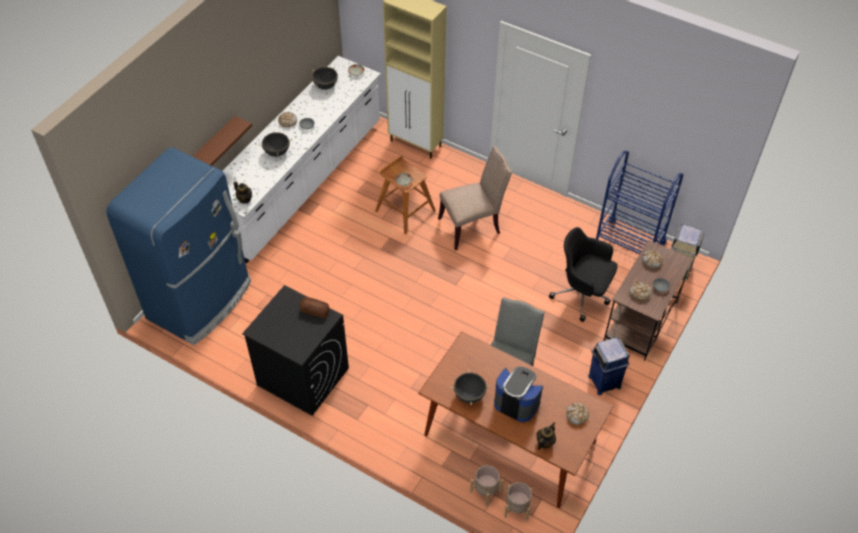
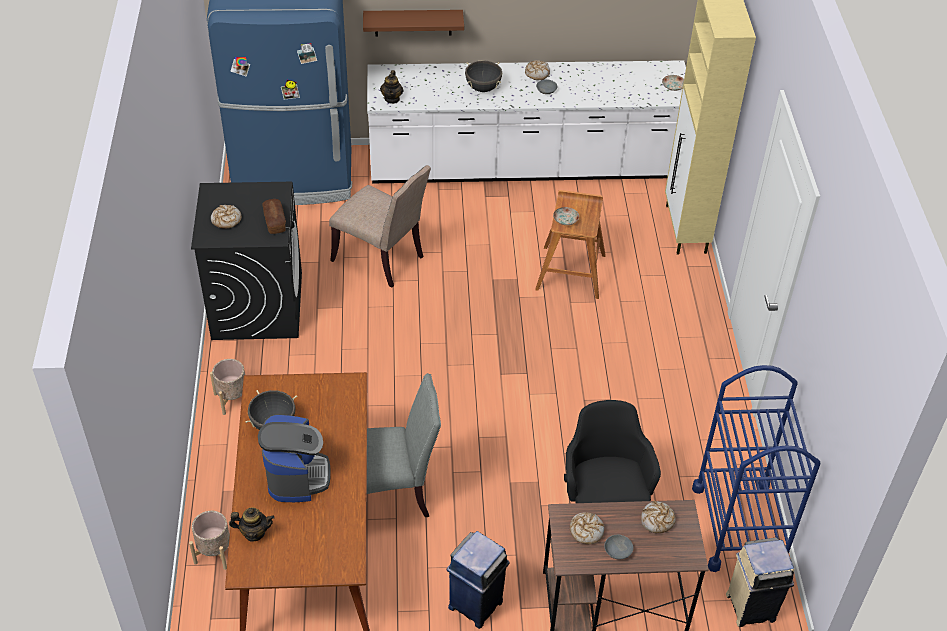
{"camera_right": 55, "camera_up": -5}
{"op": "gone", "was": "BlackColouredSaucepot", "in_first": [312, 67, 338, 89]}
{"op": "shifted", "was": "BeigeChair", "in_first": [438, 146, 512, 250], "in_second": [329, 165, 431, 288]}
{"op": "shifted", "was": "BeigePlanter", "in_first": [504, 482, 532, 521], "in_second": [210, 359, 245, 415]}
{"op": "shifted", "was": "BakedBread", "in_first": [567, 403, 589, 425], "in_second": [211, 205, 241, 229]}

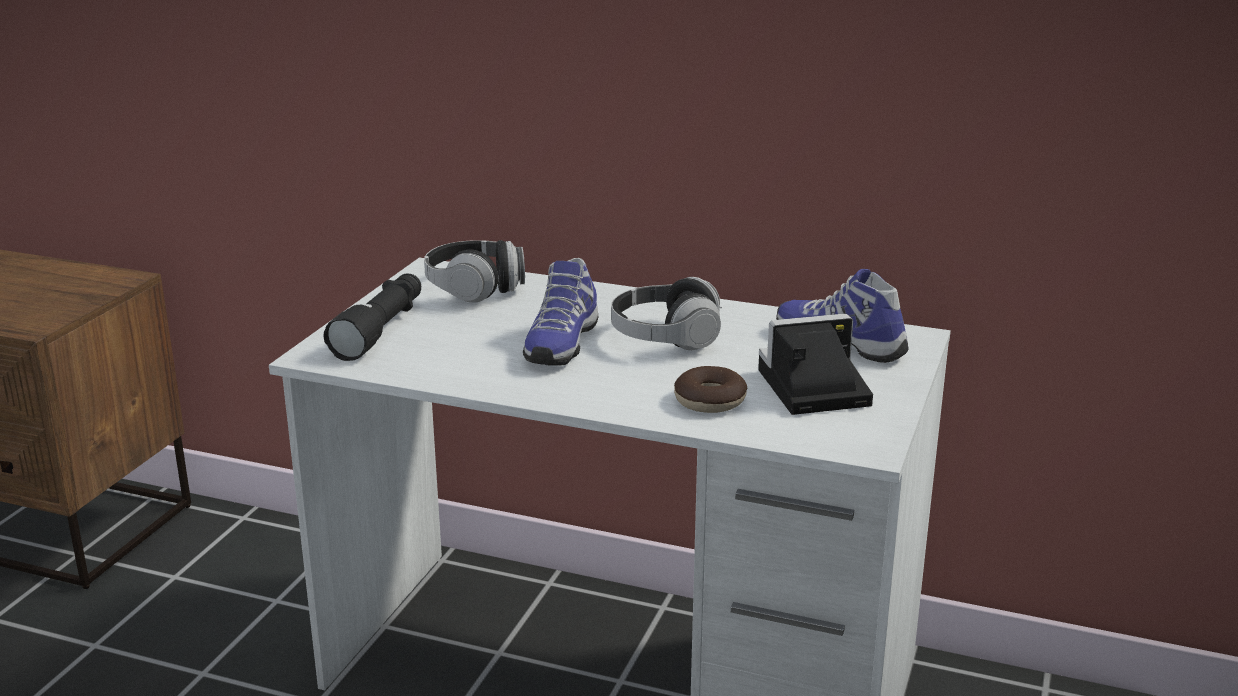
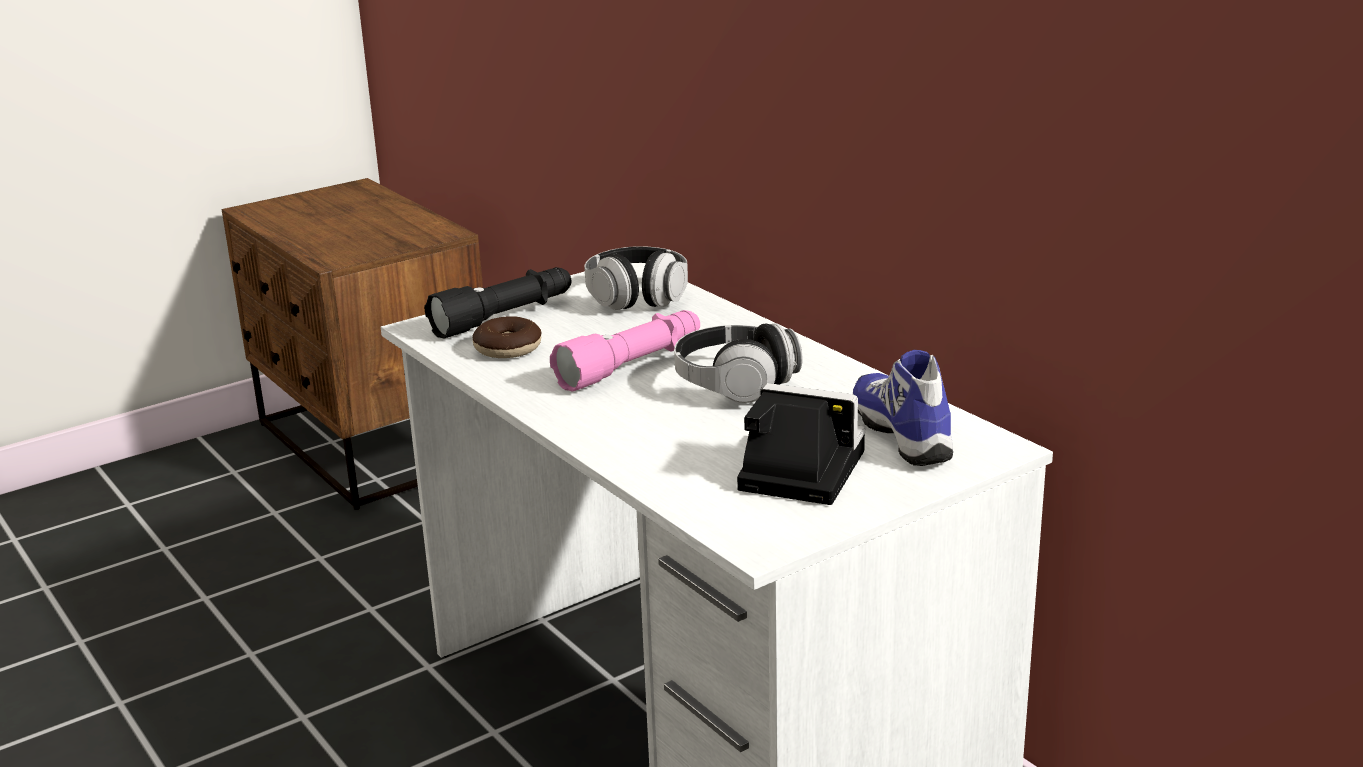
{"camera_right": 35, "camera_up": 0}
{"op": "swapped", "was": "LowShoe", "now": "PinkColouredTorch", "in_first": [523, 258, 598, 366], "in_second": [550, 310, 700, 391]}
{"op": "shifted", "was": "Doughnut", "in_first": [674, 366, 748, 413], "in_second": [472, 316, 541, 358]}

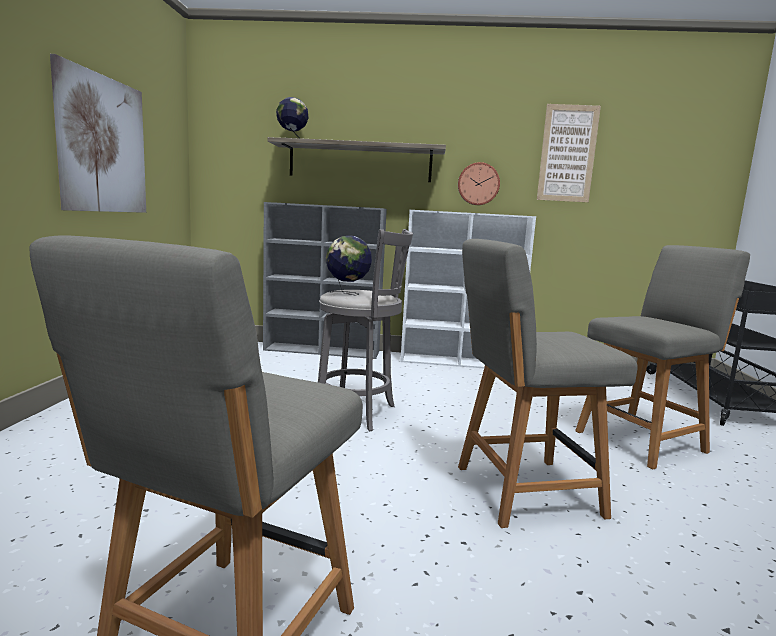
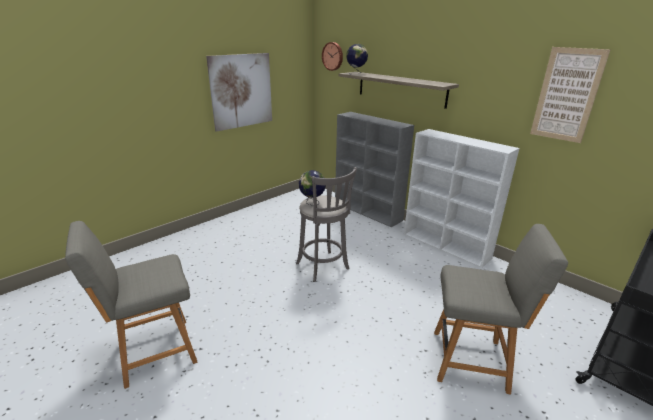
{"camera_right": 40, "camera_up": 15}
{"op": "shifted", "was": "ClockOnTheWall", "in_first": [458, 162, 500, 205], "in_second": [322, 42, 343, 71]}
{"op": "gone", "was": "GrayChair", "in_first": [458, 239, 638, 528]}

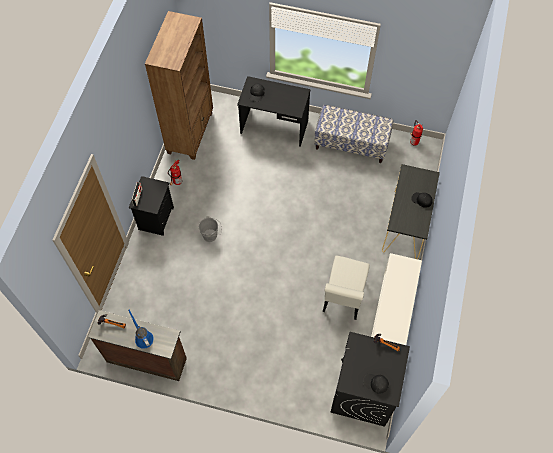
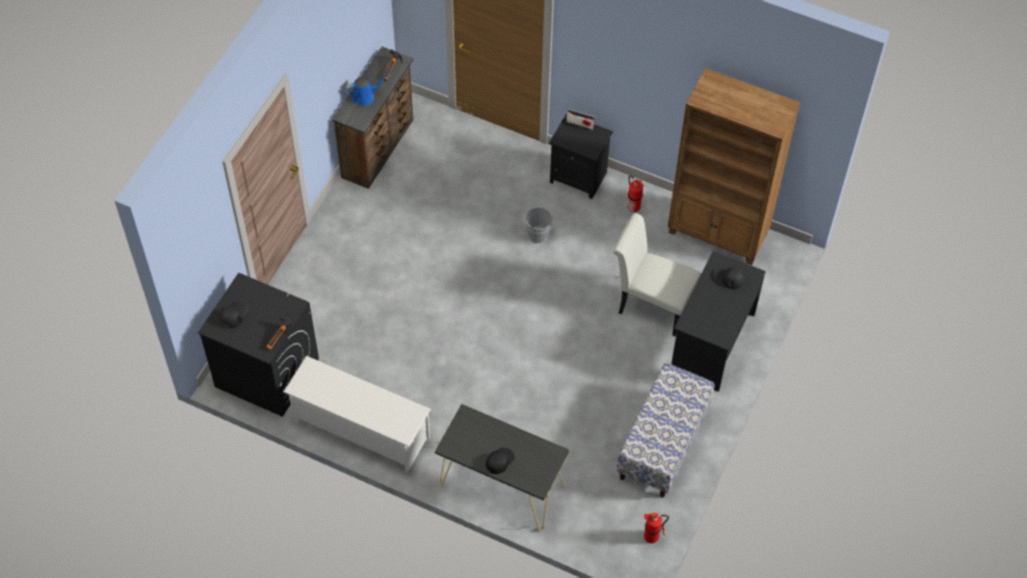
{"camera_right": 100, "camera_up": -5}
{"op": "shifted", "was": "WhiteChair", "in_first": [322, 256, 370, 320], "in_second": [613, 213, 701, 336]}

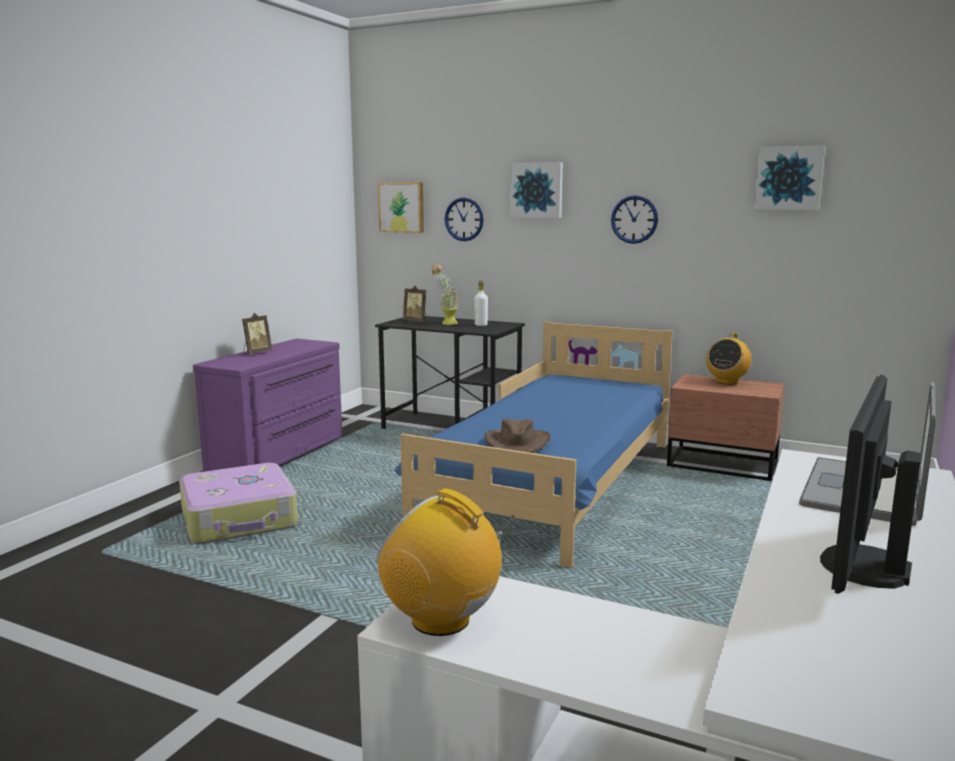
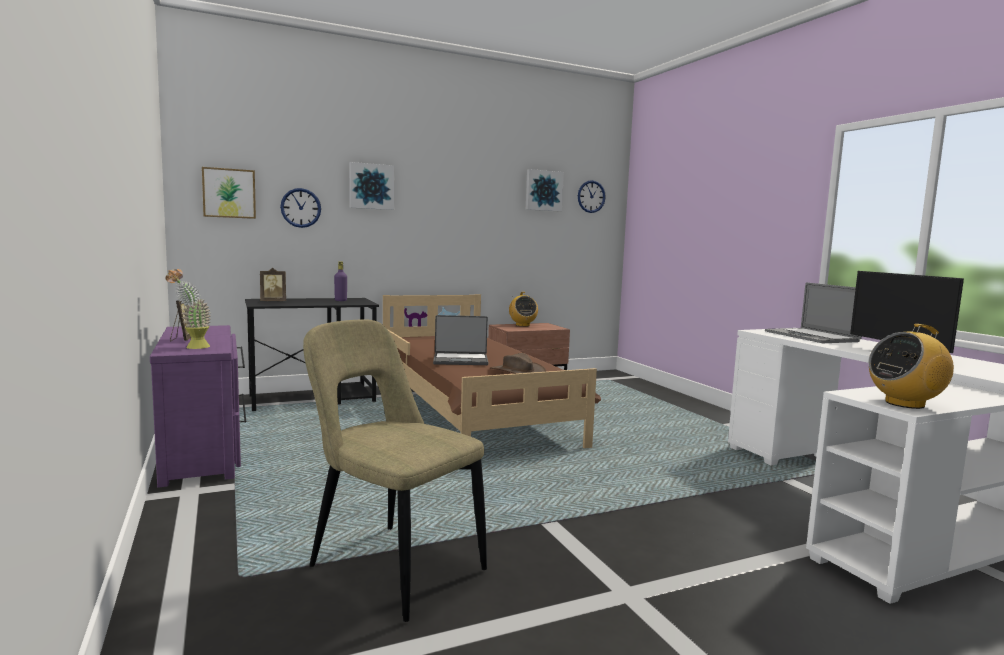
{"camera_right": -50, "camera_up": -5}
{"op": "gone", "was": "Suitcase", "in_first": [179, 463, 298, 544]}
{"op": "repainted", "was": "BlueBed", "now": "BrownColouredBed", "in_first": [394, 322, 673, 568], "in_second": [383, 294, 601, 449]}
{"op": "shifted", "was": "PlantInAPot", "in_first": [431, 265, 459, 325], "in_second": [166, 269, 210, 349]}
{"op": "repainted", "was": "WhiteBeverageBottle", "now": "PurplishBeverageBottle", "in_first": [474, 281, 488, 326], "in_second": [334, 261, 347, 301]}
{"op": "shifted", "was": "ClockOnTheWall", "in_first": [611, 195, 658, 244], "in_second": [578, 180, 606, 213]}
{"op": "new", "now": "BeigeChair", "in_second": [303, 319, 487, 622]}
{"op": "new", "now": "PortableComputer", "in_second": [433, 315, 488, 365]}

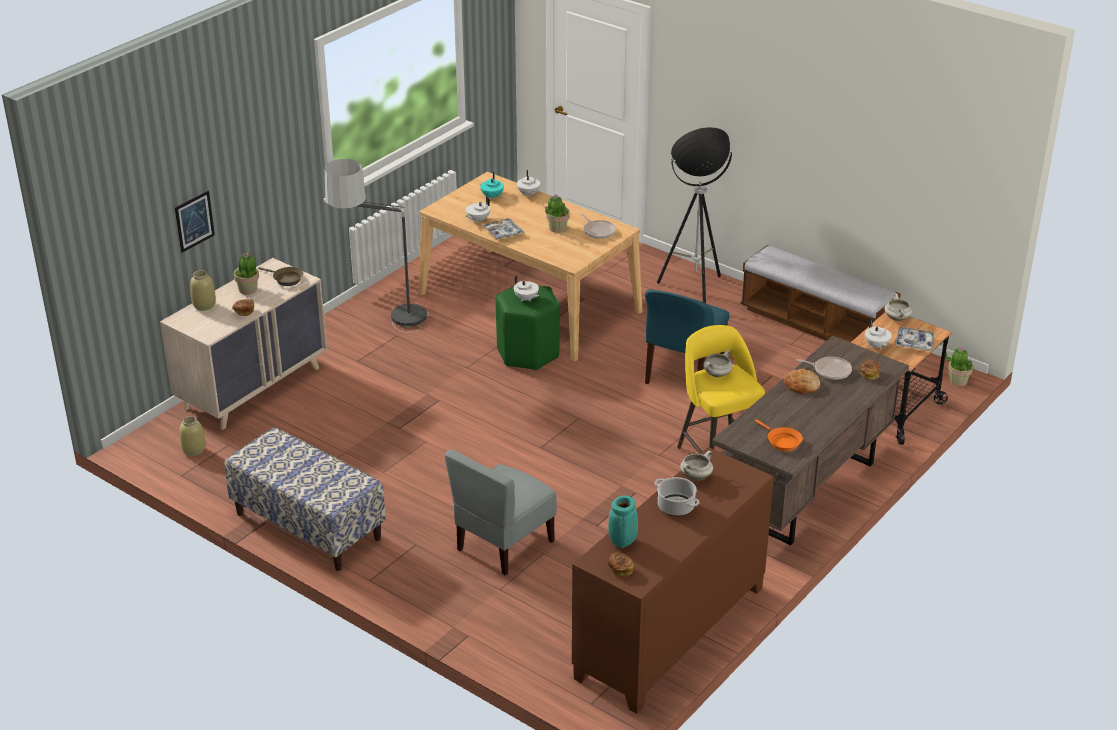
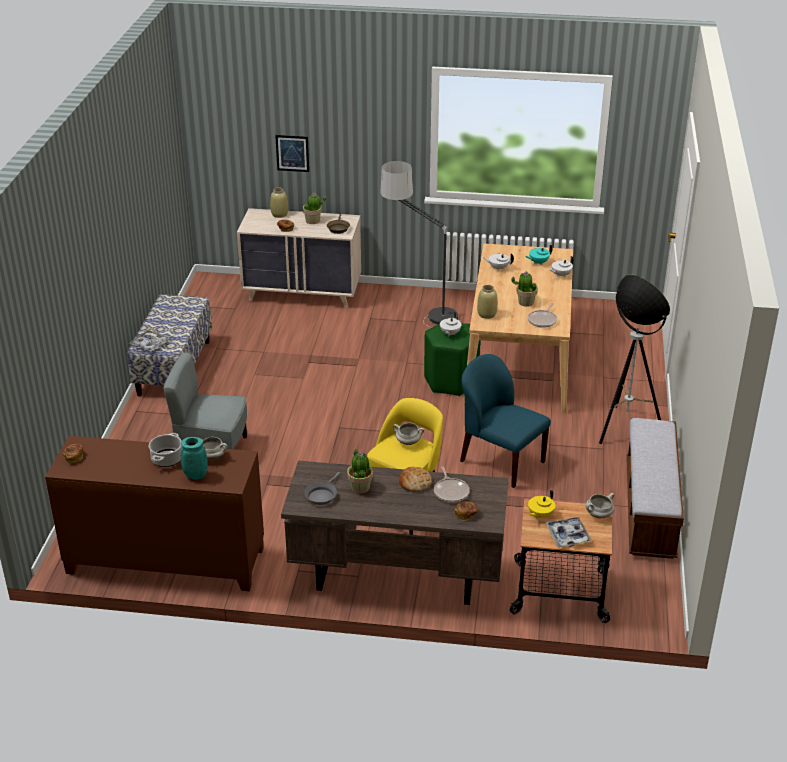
{"camera_right": 60, "camera_up": 0}
{"op": "shifted", "was": "BeigeDecorativeVase", "in_first": [179, 416, 205, 456], "in_second": [477, 285, 498, 319]}
{"op": "shifted", "was": "CarryingTray", "in_first": [482, 218, 525, 240], "in_second": [129, 330, 170, 352]}
{"op": "shifted", "was": "TurquoiseColouredDecorativeVase", "in_first": [608, 495, 638, 548], "in_second": [181, 437, 208, 480]}
{"op": "rotated", "was": "BlueChair", "in_first": [645, 290, 730, 384], "in_second": [460, 354, 551, 488], "clockwise": 45}
{"op": "repainted", "was": "OrangeySkillet", "now": "GraySkillet", "in_first": [755, 419, 803, 451], "in_second": [305, 472, 340, 505]}
{"op": "repainted", "was": "WhiteTeapot", "now": "YellowColouredTeapot", "in_first": [865, 319, 892, 350], "in_second": [528, 490, 555, 519]}
{"op": "shifted", "was": "PlantInAPot", "in_first": [945, 346, 974, 386], "in_second": [347, 449, 373, 494]}

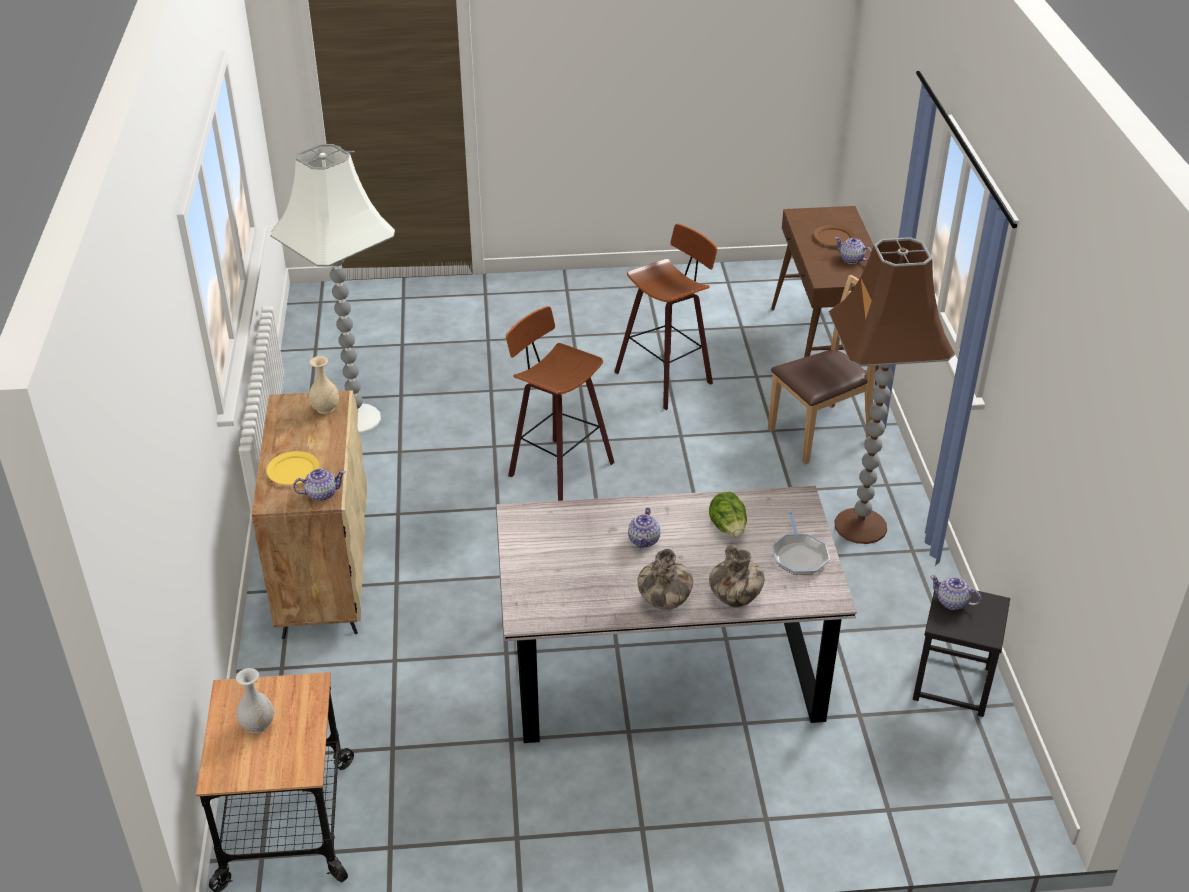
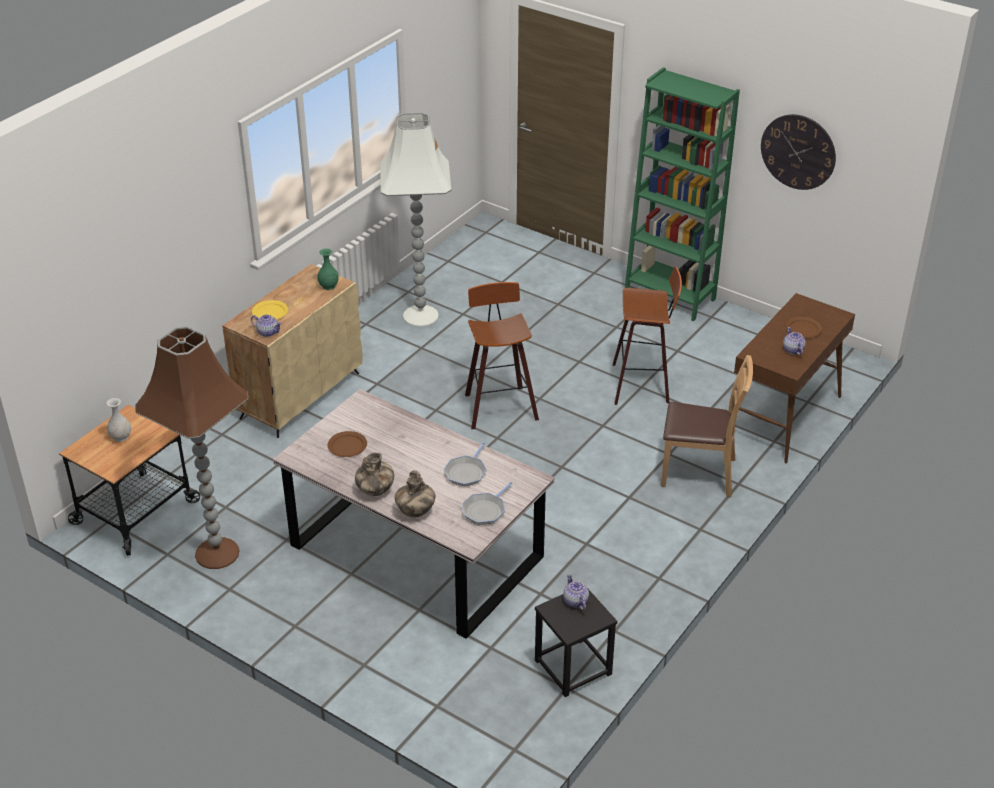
{"camera_right": 40, "camera_up": 0}
{"op": "repainted", "was": "BeigeDecorativeVase", "now": "GreenColouredDecorativeVase", "in_first": [309, 356, 339, 414], "in_second": [317, 248, 339, 290]}
{"op": "gone", "was": "Teapot", "in_first": [628, 507, 661, 549]}
{"op": "swapped", "was": "Lettuce", "now": "Skillet", "in_first": [709, 492, 747, 537], "in_second": [444, 442, 487, 486]}
{"op": "shifted", "was": "BrownColouredFloorLamp", "in_first": [829, 237, 955, 544], "in_second": [135, 326, 248, 569]}
{"op": "new", "now": "BrownColouredPlate", "in_second": [328, 431, 367, 457]}
{"op": "new", "now": "GreenColouredBookcase", "in_second": [625, 67, 740, 321]}
{"op": "new", "now": "ClockOnTheWall", "in_second": [761, 114, 836, 190]}

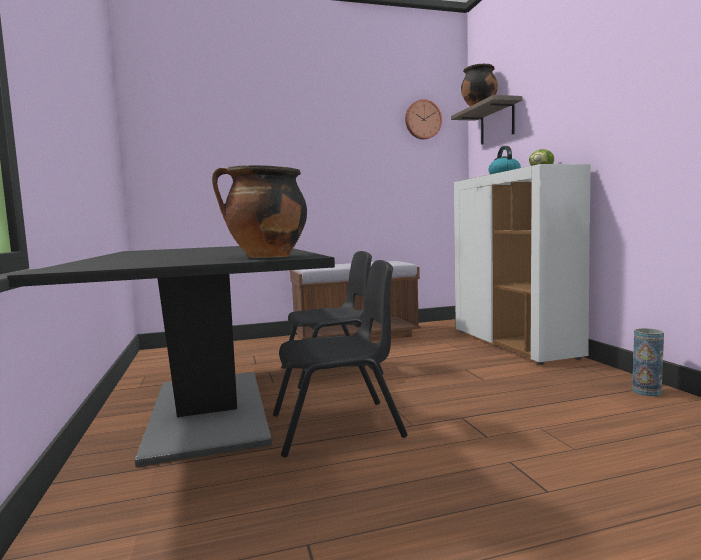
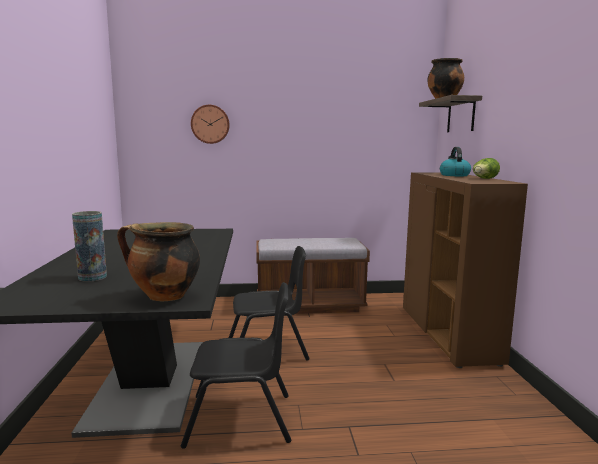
{"camera_right": 10, "camera_up": 5}
{"op": "shifted", "was": "ClockOnTheWall", "in_first": [405, 99, 442, 140], "in_second": [191, 105, 230, 144]}
{"op": "repainted", "was": "WhiteStorageCabinet", "now": "BrownColouredStorageCabinet", "in_first": [454, 164, 591, 365], "in_second": [403, 172, 528, 368]}
{"op": "shifted", "was": "DecorativeVase", "in_first": [632, 328, 664, 396], "in_second": [72, 211, 107, 282]}

